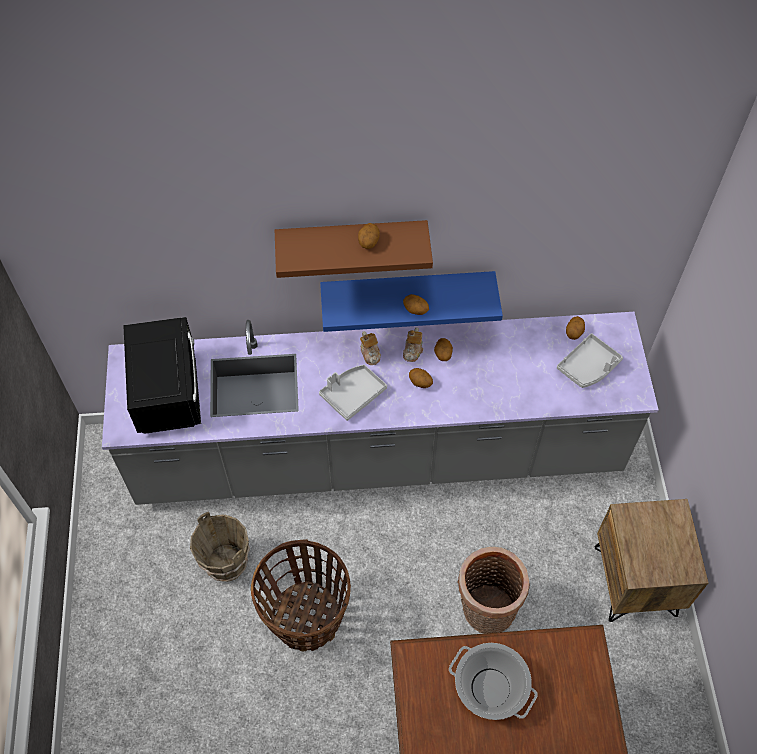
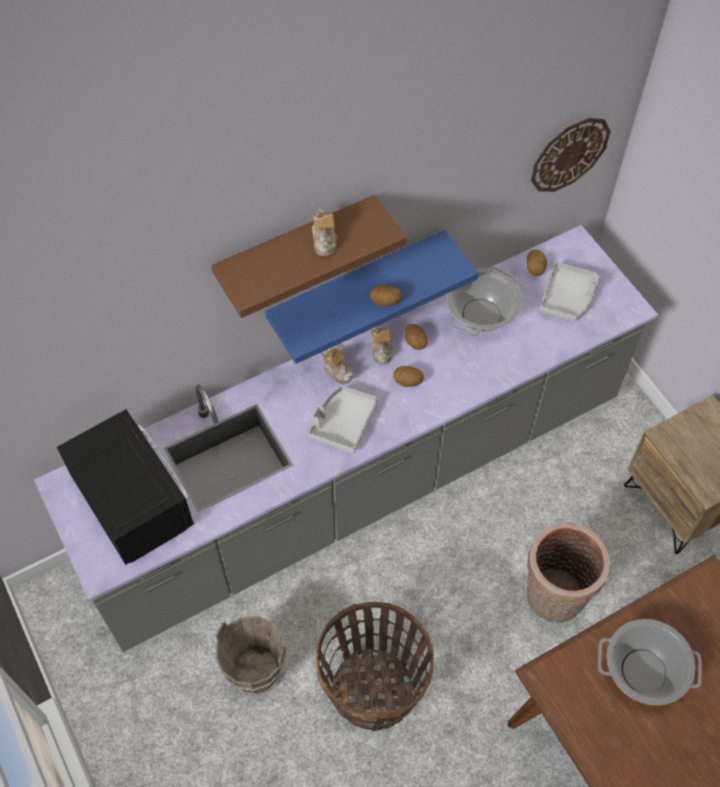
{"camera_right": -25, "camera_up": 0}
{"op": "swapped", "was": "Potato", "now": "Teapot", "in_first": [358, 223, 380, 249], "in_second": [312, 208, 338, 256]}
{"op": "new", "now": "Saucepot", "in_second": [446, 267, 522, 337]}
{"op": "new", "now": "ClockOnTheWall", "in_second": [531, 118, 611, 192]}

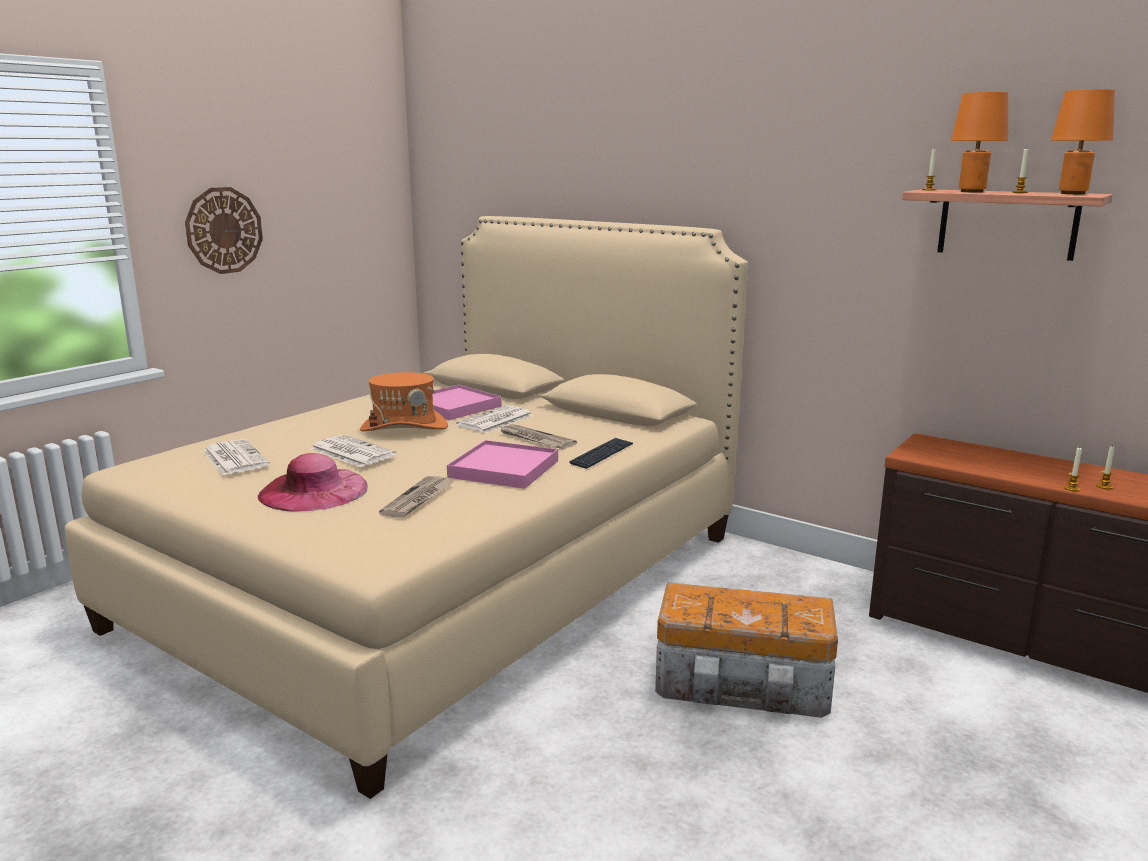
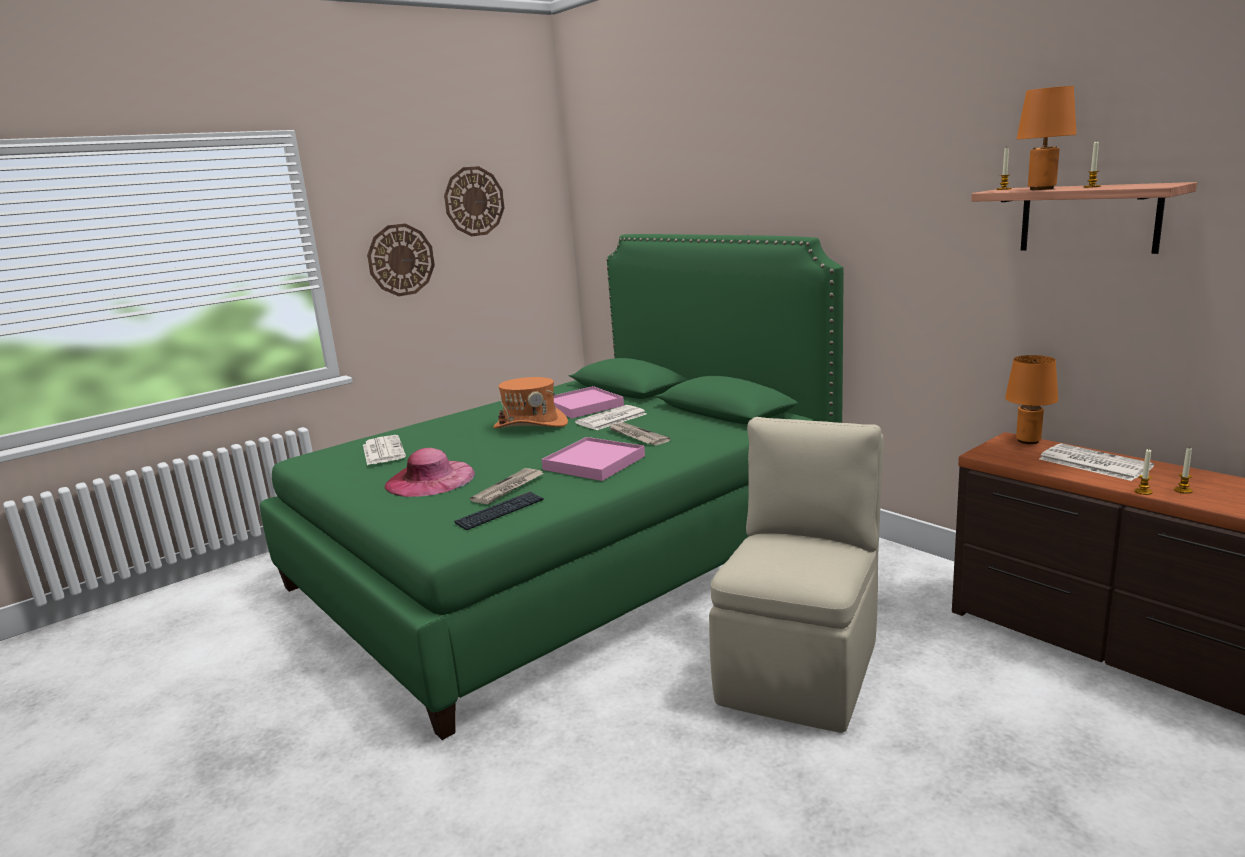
{"camera_right": 15, "camera_up": 0}
{"op": "repainted", "was": "BeigeBed", "now": "GreenColouredBed", "in_first": [65, 216, 748, 799], "in_second": [260, 234, 844, 740]}
{"op": "shifted", "was": "DailyPaper", "in_first": [311, 435, 396, 467], "in_second": [1039, 443, 1154, 481]}
{"op": "shifted", "was": "Keyboard", "in_first": [569, 438, 633, 469], "in_second": [454, 492, 544, 530]}
{"op": "swapped", "was": "StorageBin", "now": "BeigeChair", "in_first": [655, 582, 838, 718], "in_second": [709, 417, 884, 733]}
{"op": "shifted", "was": "OrangeyTableLamp", "in_first": [1051, 89, 1115, 194], "in_second": [1005, 355, 1058, 444]}
{"op": "new", "now": "ClockOnTheWall", "in_second": [444, 166, 505, 236]}

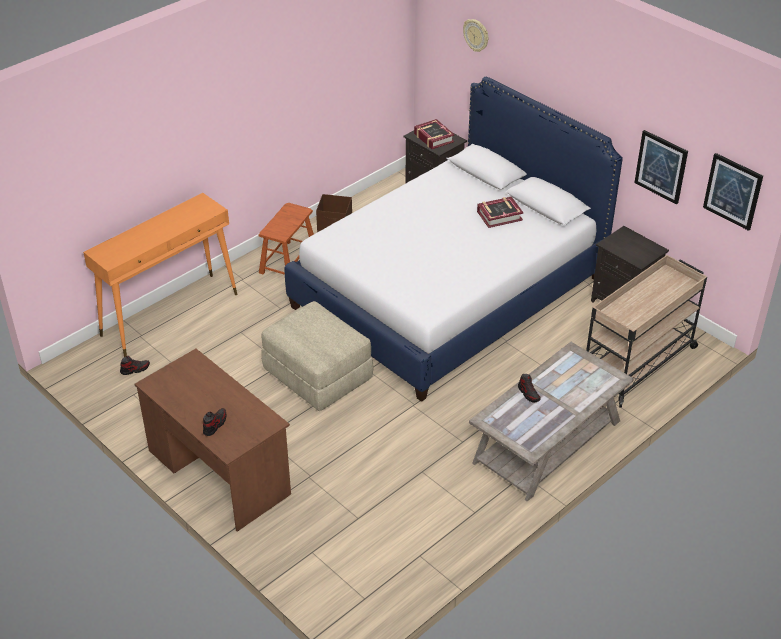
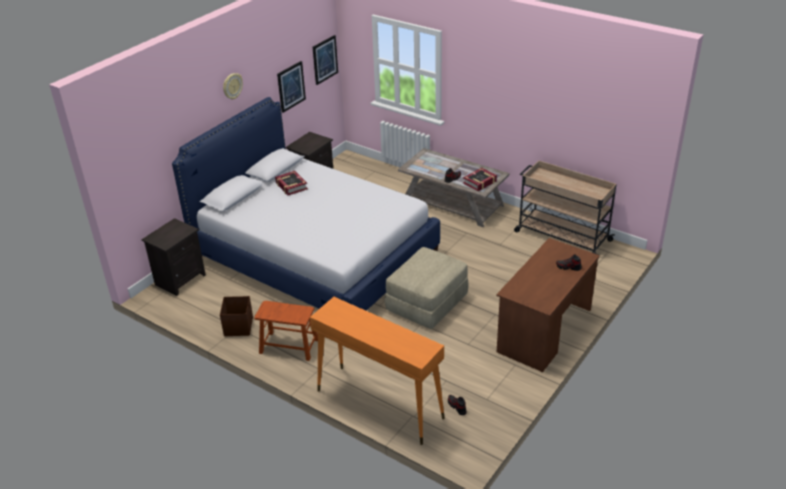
{"camera_right": -100, "camera_up": -5}
{"op": "shifted", "was": "Volume", "in_first": [414, 119, 455, 149], "in_second": [463, 168, 497, 191]}
{"op": "shifted", "was": "ClockOnTheWall", "in_first": [463, 19, 488, 52], "in_second": [223, 73, 243, 99]}
{"op": "shifted", "was": "BeigeTrolley", "in_first": [586, 255, 707, 408], "in_second": [514, 161, 617, 255]}

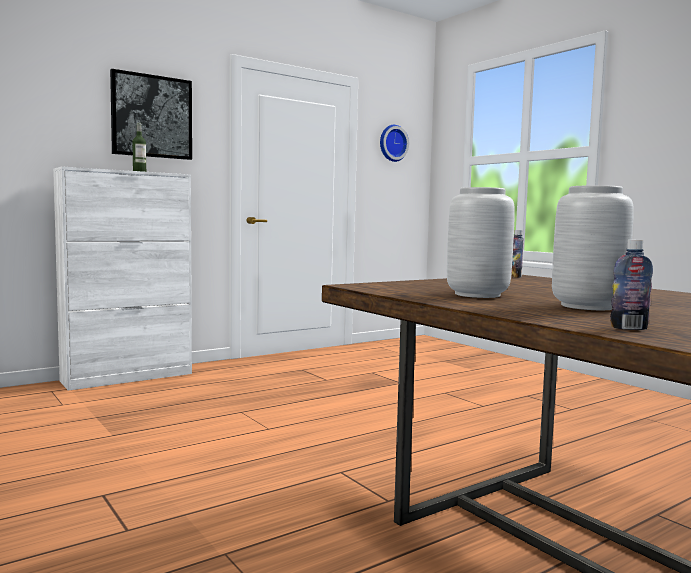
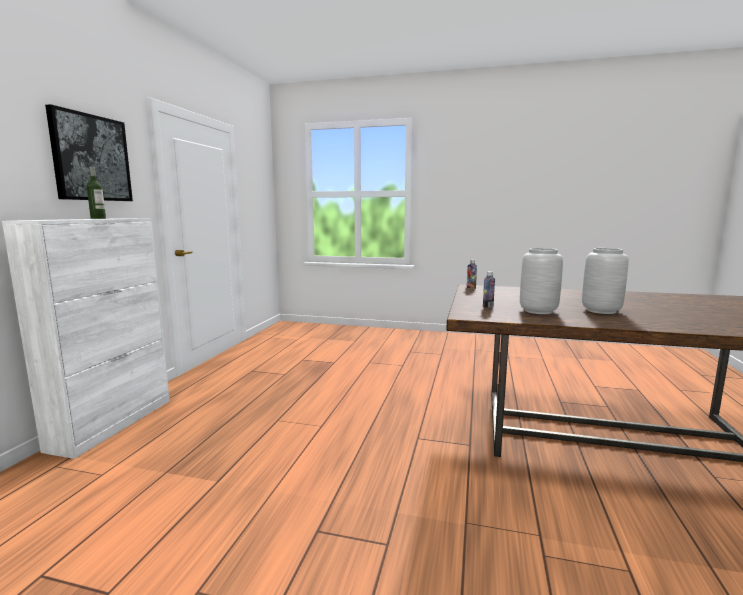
{"camera_right": -40, "camera_up": 5}
{"op": "gone", "was": "ClockOnTheWall", "in_first": [380, 125, 409, 162]}
{"op": "shifted", "was": "BeverageBottle", "in_first": [610, 240, 653, 330], "in_second": [483, 271, 495, 308]}

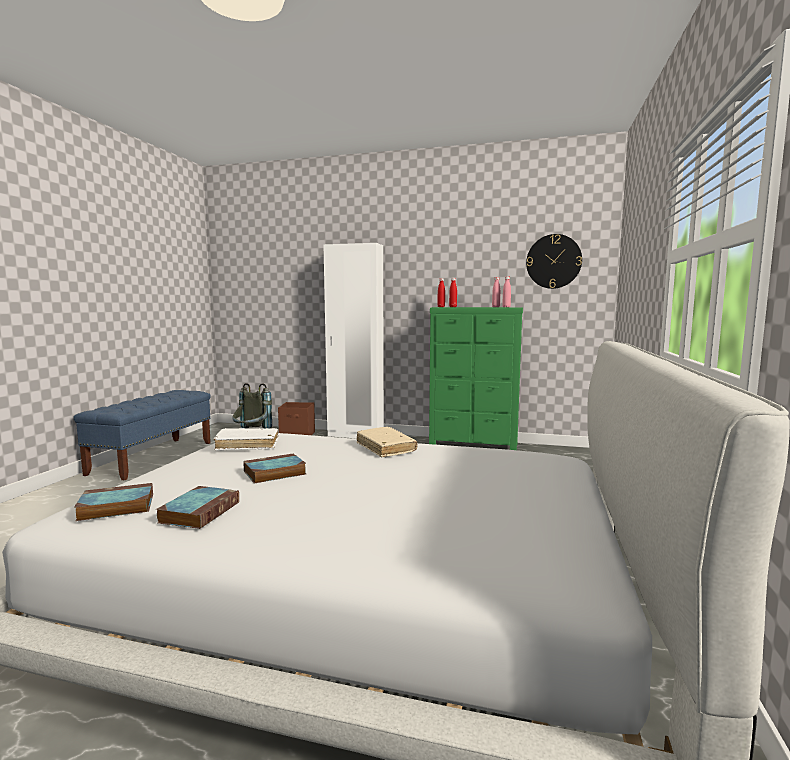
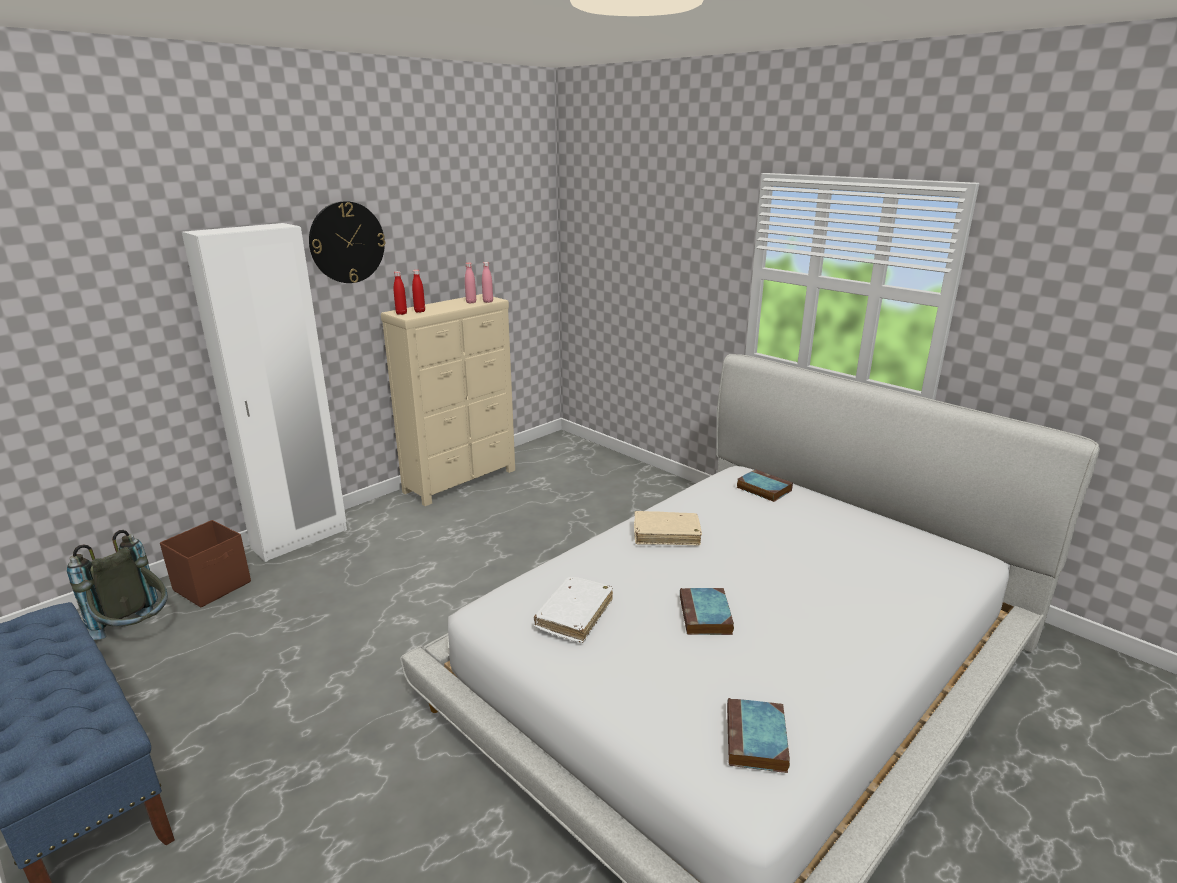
{"camera_right": -60, "camera_up": 15}
{"op": "shifted", "was": "Volume", "in_first": [156, 486, 239, 529], "in_second": [736, 469, 793, 502]}
{"op": "repainted", "was": "GreenColouredDrawerChest", "now": "BeigeDrawerChest", "in_first": [429, 307, 523, 450], "in_second": [381, 294, 515, 506]}
{"op": "shifted", "was": "ClockOnTheWall", "in_first": [526, 234, 582, 289], "in_second": [309, 201, 385, 283]}

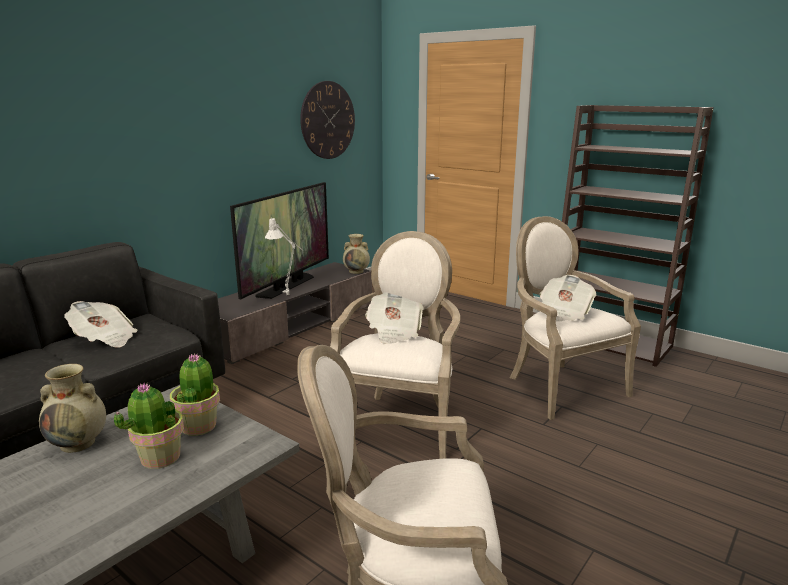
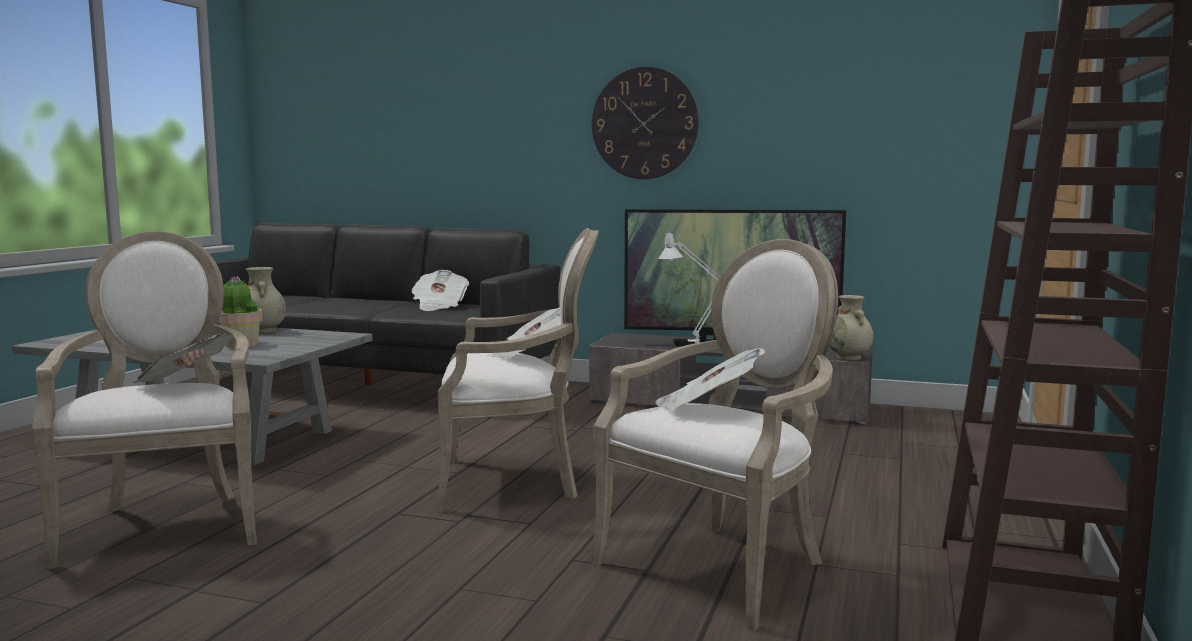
{"camera_right": 70, "camera_up": -10}
{"op": "gone", "was": "PlantInAPot", "in_first": [170, 353, 220, 436]}
{"op": "shifted", "was": "ClockOnTheWall", "in_first": [300, 81, 355, 159], "in_second": [592, 67, 699, 179]}
{"op": "new", "now": "DailyPaper", "in_second": [132, 333, 234, 383]}

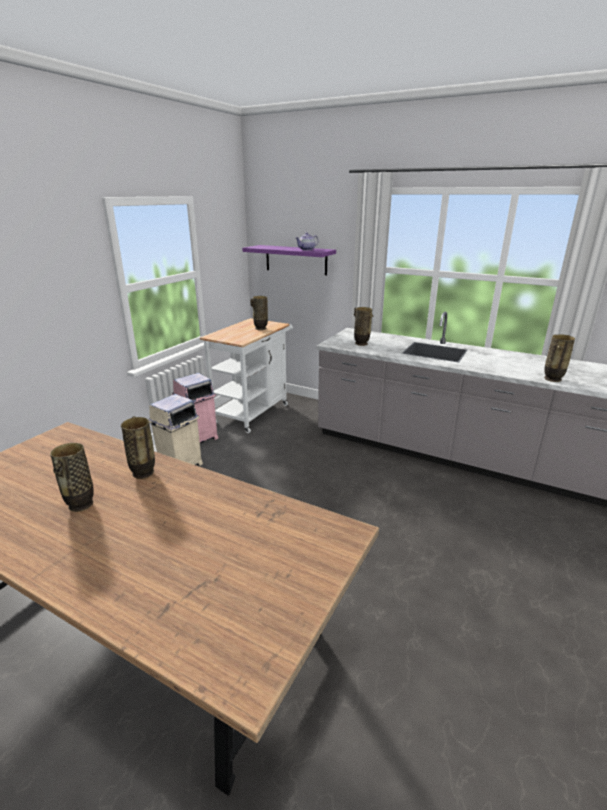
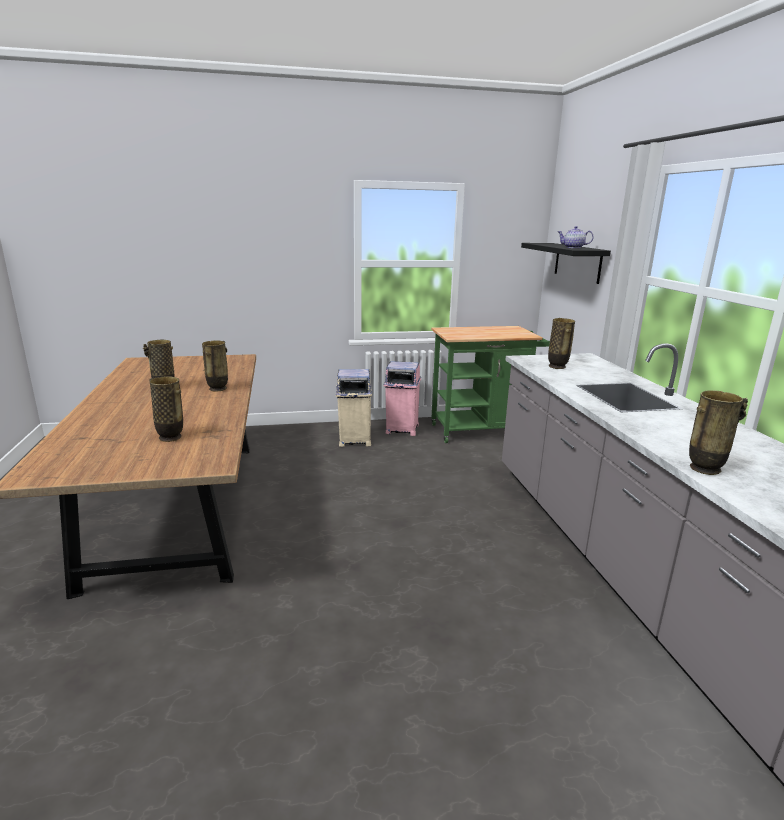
{"camera_right": 50, "camera_up": -5}
{"op": "repainted", "was": "WhiteTrolley", "now": "GreenColouredTrolley", "in_first": [200, 318, 293, 433], "in_second": [431, 326, 550, 443]}
{"op": "repainted", "was": "PurplishBracketShelf", "now": "BlackColouredBracketShelf", "in_first": [242, 245, 336, 275], "in_second": [521, 243, 611, 284]}
{"op": "shifted", "was": "DecorativeVase", "in_first": [250, 296, 268, 330], "in_second": [149, 376, 183, 442]}

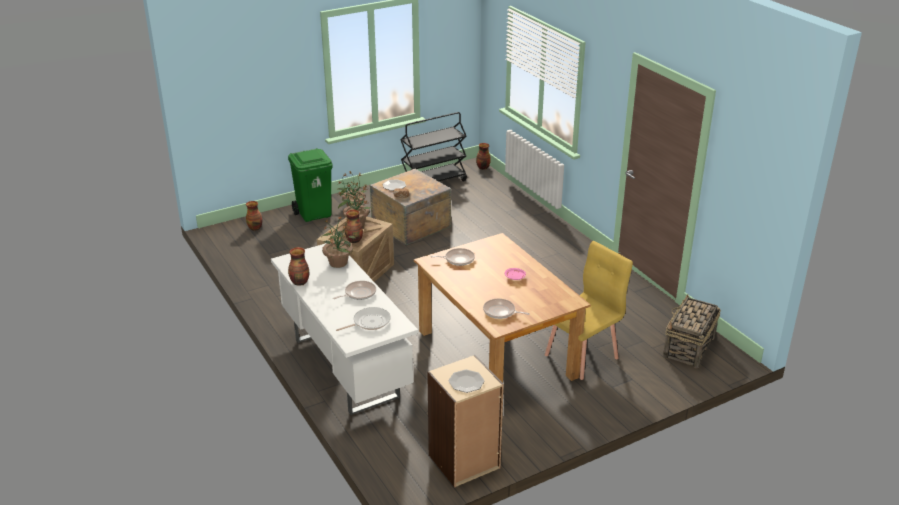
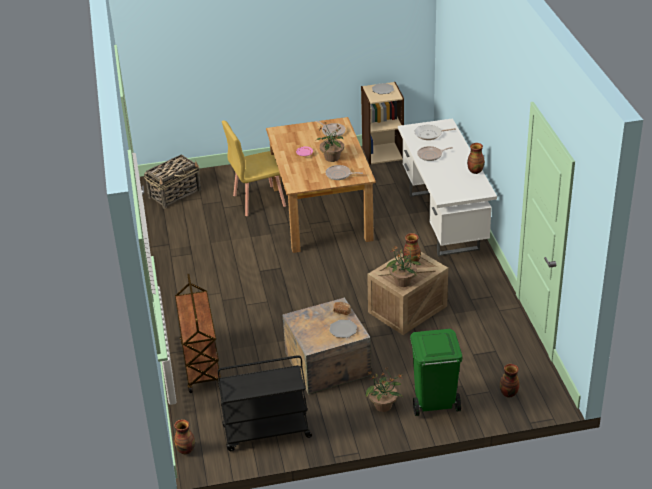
{"camera_right": -160, "camera_up": 5}
{"op": "shifted", "was": "PlantInAPot", "in_first": [322, 216, 356, 268], "in_second": [316, 121, 344, 162]}
{"op": "new", "now": "BrownColouredTrolley", "in_second": [175, 274, 221, 393]}

